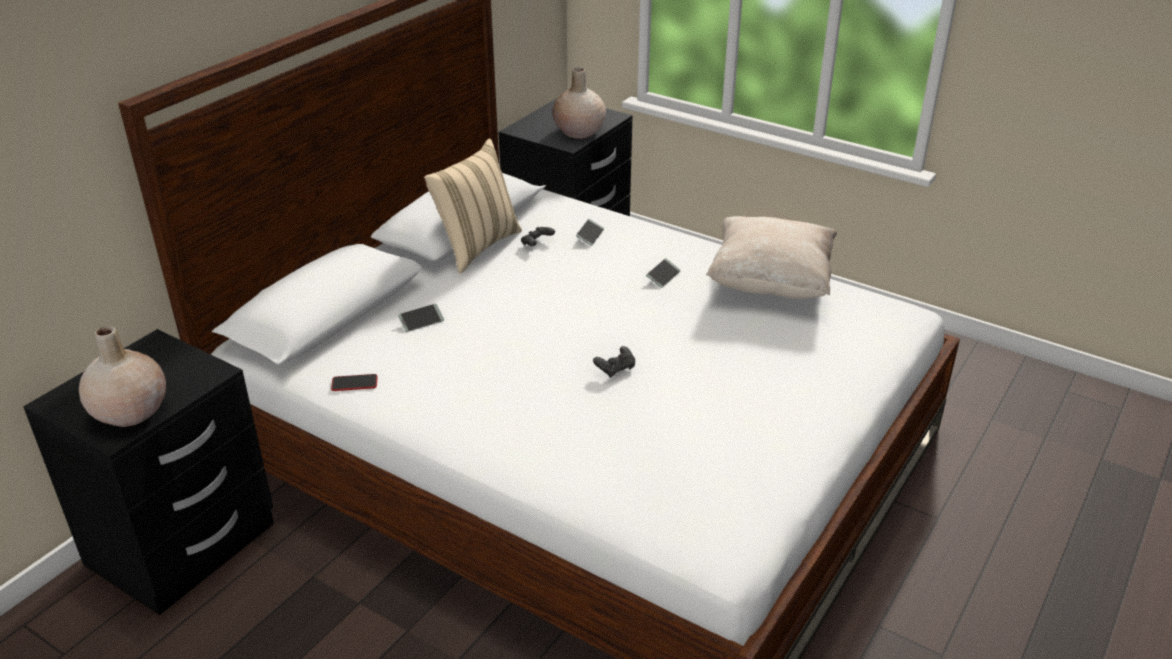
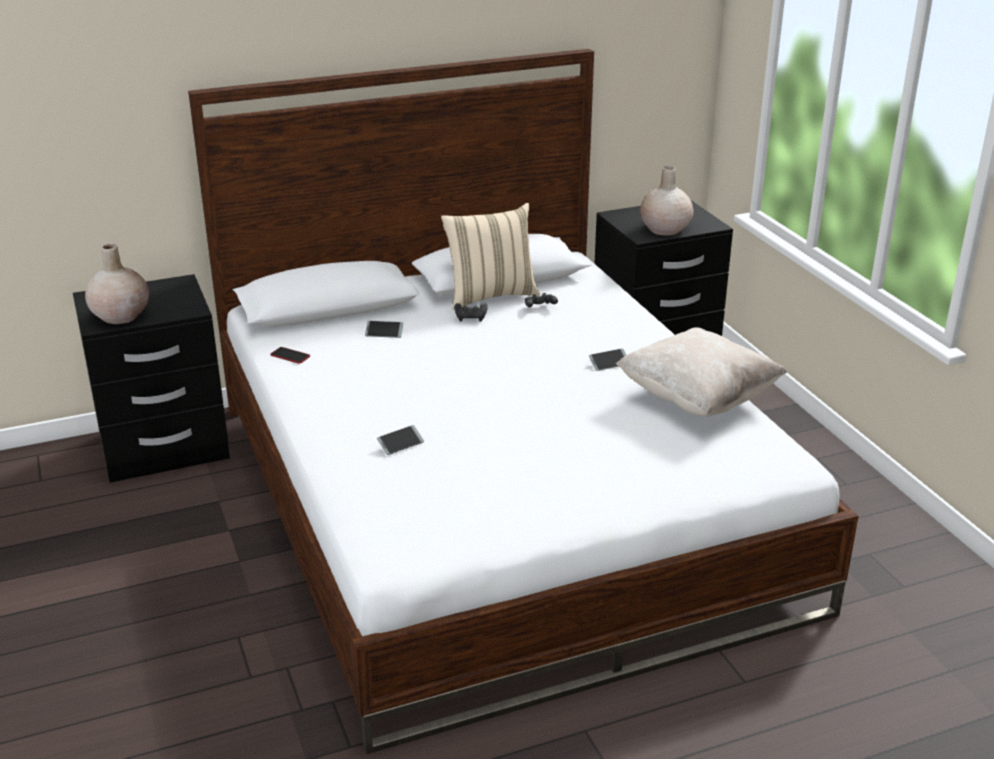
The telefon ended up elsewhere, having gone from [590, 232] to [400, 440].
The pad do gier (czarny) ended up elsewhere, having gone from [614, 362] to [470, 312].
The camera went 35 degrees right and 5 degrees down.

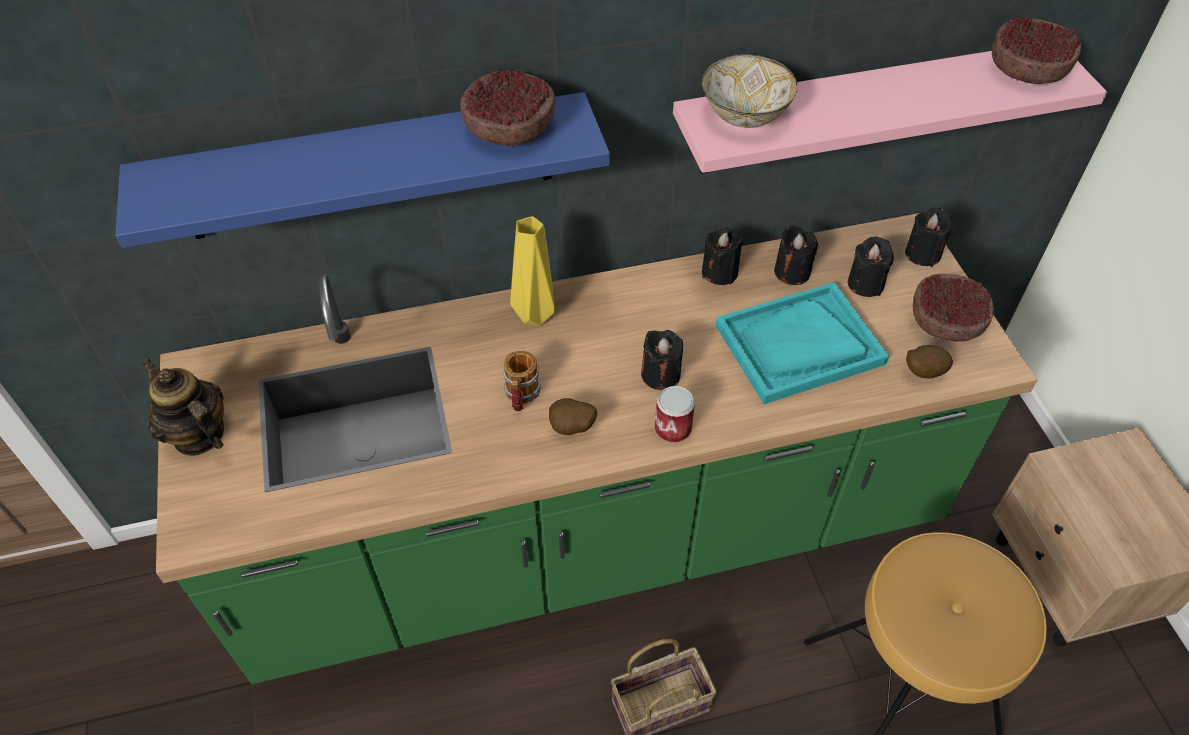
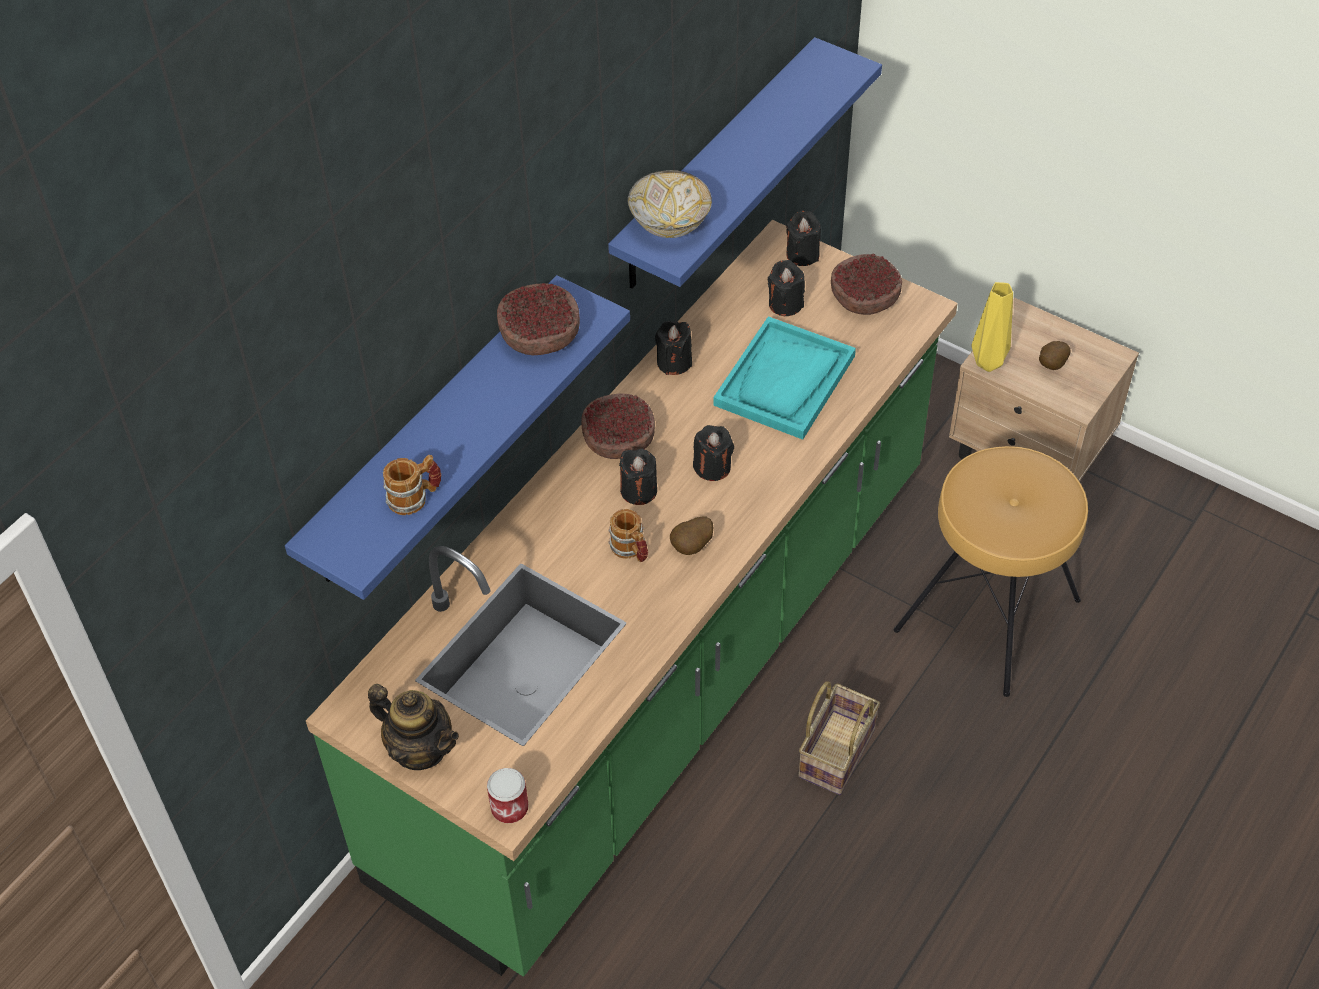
The second view gained the kubek at [412, 485].
The wazon (żółty) ended up elsewhere, having gone from [532, 271] to [992, 327].
The puszka ended up elsewhere, having gone from [675, 414] to [508, 795].
The świeca (czarny) ended up elsewhere, having gone from [796, 255] to [638, 477].
The ziemniak ended up elsewhere, having gone from [929, 361] to [1055, 355].
The miska ended up elsewhere, having gone from [1036, 50] to [618, 426].
What was the półka (różowy) at [890, 112] turned into the półka (niebieski) at [745, 163].
The imbryk at [183, 407] ended up facing another way, 150 degrees counterclockwise from before.
The camera went 40 degrees left and 0 degrees up.

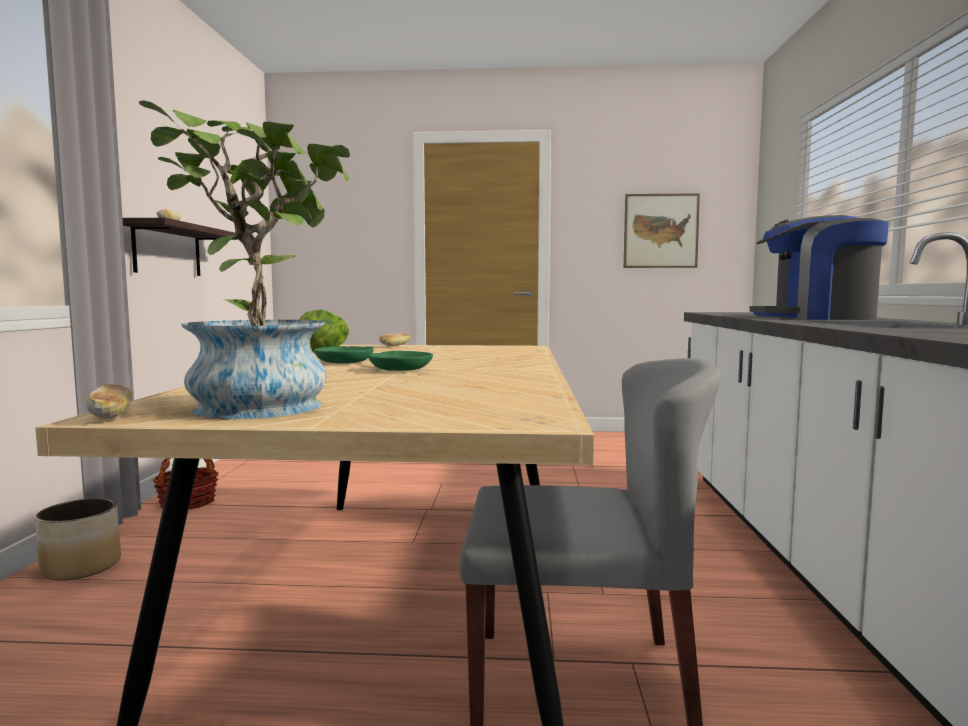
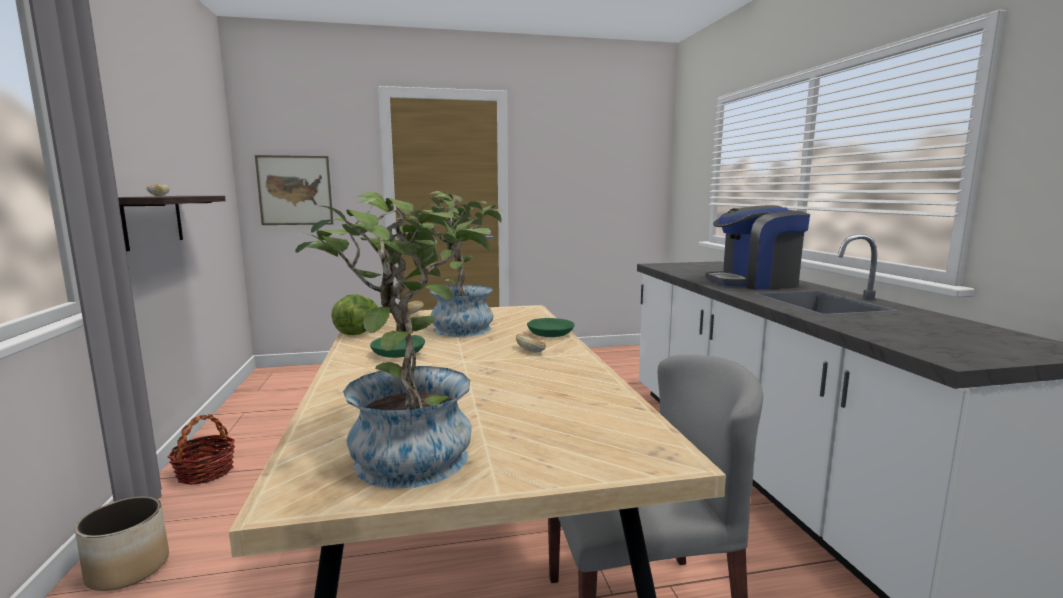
The second view gained the roślina doniczkowa at [455, 264].
The chleb ended up elsewhere, having gone from [109, 401] to [531, 343].
The miska (zielony) ended up elsewhere, having gone from [400, 361] to [551, 327].
The obraz ended up elsewhere, having gone from [662, 230] to [294, 190].
The camera went 15 degrees left and 5 degrees up.

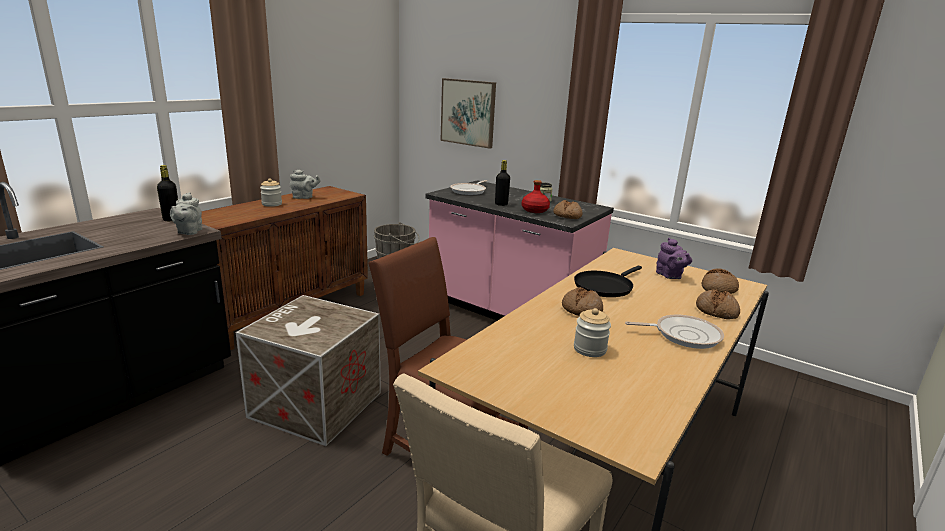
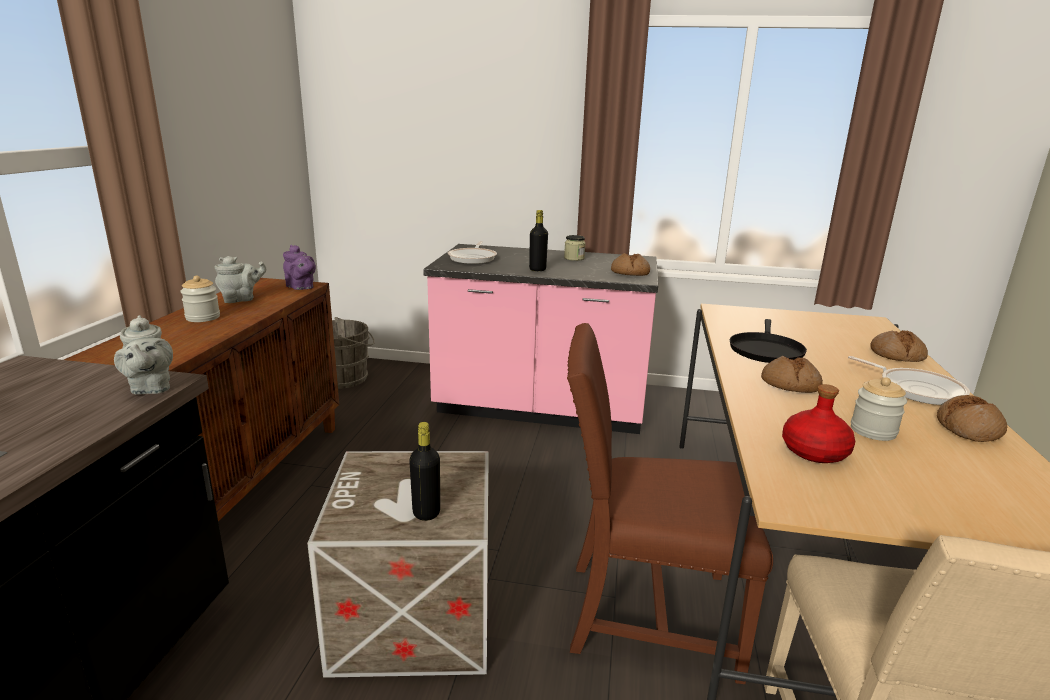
The second view lost the obraz at [468, 113].
The butelka (czarny) ended up elsewhere, having gone from [167, 193] to [424, 471].
The butelka (czerwony) ended up elsewhere, having gone from [536, 196] to [818, 423].
The imbryk (fioletowy) ended up elsewhere, having gone from [674, 258] to [299, 267].
The chleb ended up elsewhere, having gone from [720, 281] to [972, 418].
The patelnia at [674, 332] ended up facing another way, 75 degrees clockwise from before.
The camera went 25 degrees left and 0 degrees up.

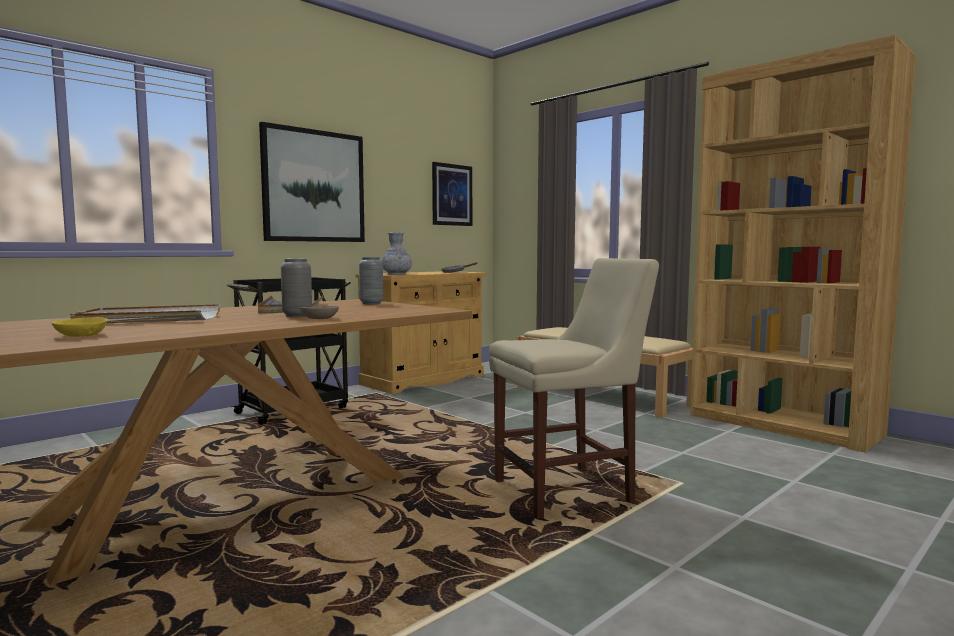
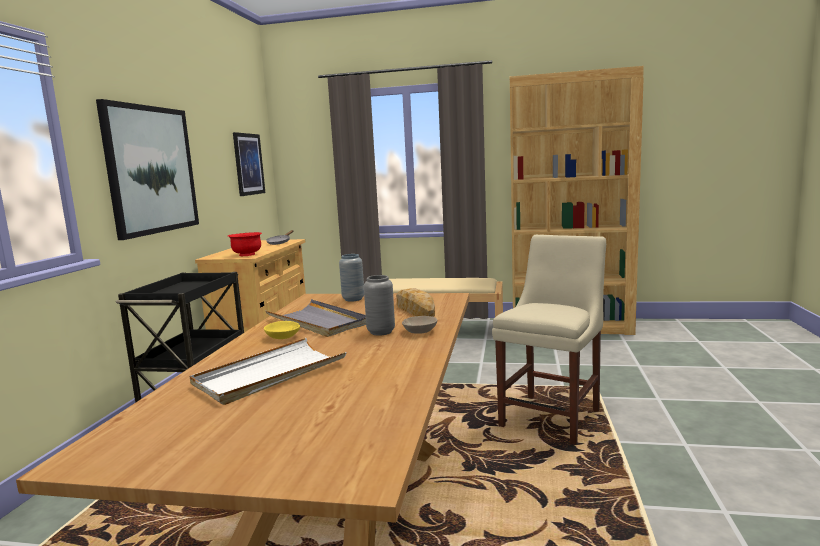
The second view gained the chleb at [415, 302].
The miska (żółty) ended up elsewhere, having gone from [79, 327] to [282, 330].
Where the wazon stood at [396, 253], the miska (czerwony) came to stand at [245, 244].
The camera went 35 degrees left and 5 degrees up.

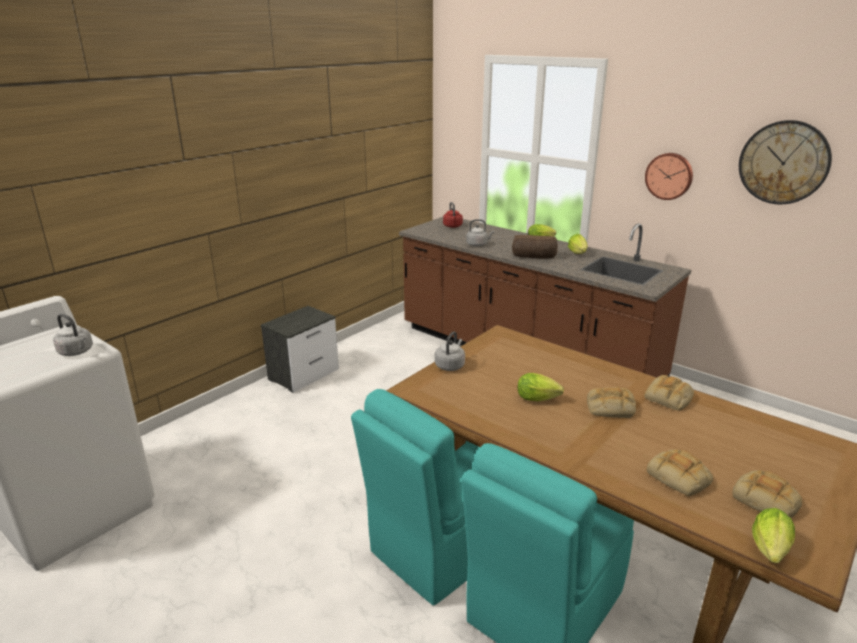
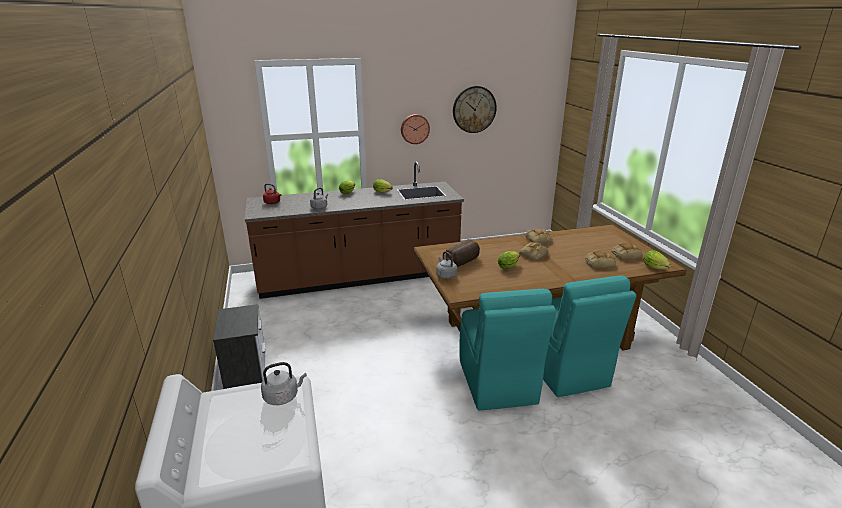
The chleb ended up elsewhere, having gone from [535, 247] to [462, 253].
The camera went 55 degrees left and 0 degrees up.

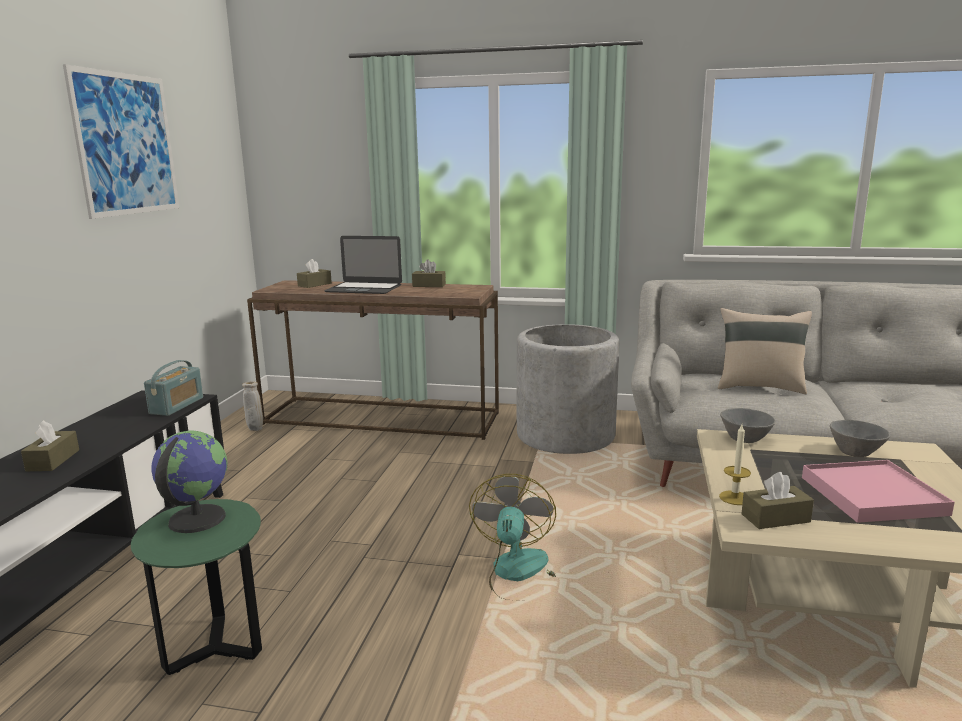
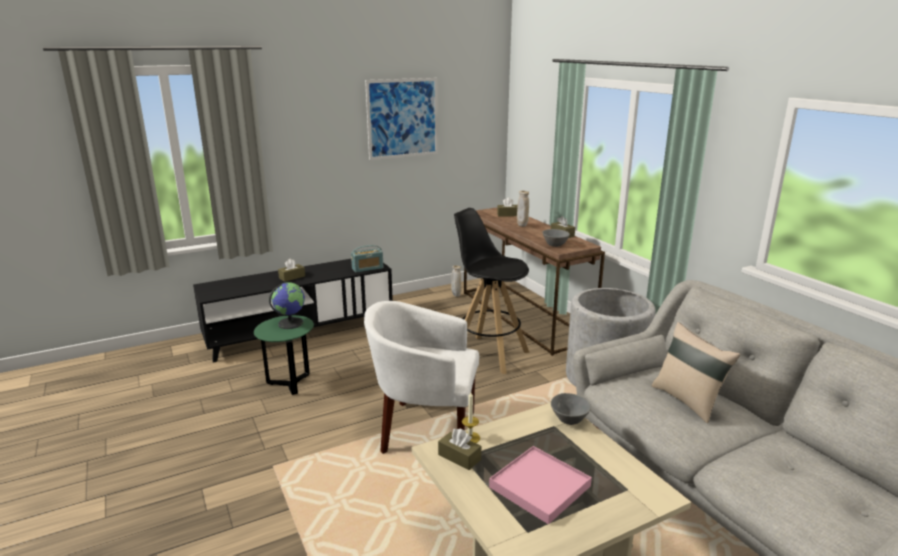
The second view gained the stołek (czarny) at [492, 291].
The miska (szary) ended up elsewhere, having gone from [860, 438] to [556, 238].
Where the laptop stood at [363, 265], the wazon (beżowy) came to stand at [523, 209].
Where the wentylator stood at [512, 537], the fotel (biały) came to stand at [421, 377].
The camera went 50 degrees right and 5 degrees up.

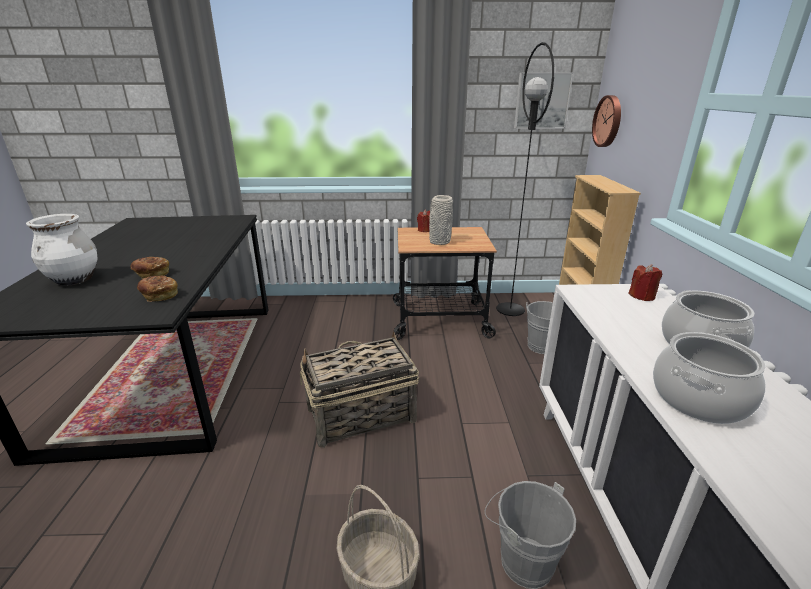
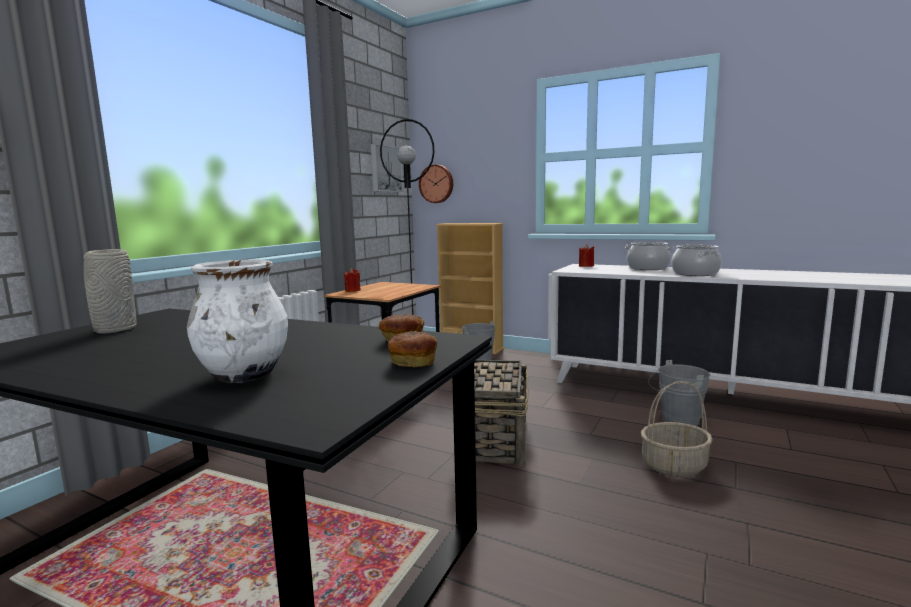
The chleb ended up elsewhere, having gone from [149, 268] to [412, 349].
The wazon (szary) ended up elsewhere, having gone from [441, 220] to [110, 291].
The camera went 60 degrees left and 15 degrees down.

